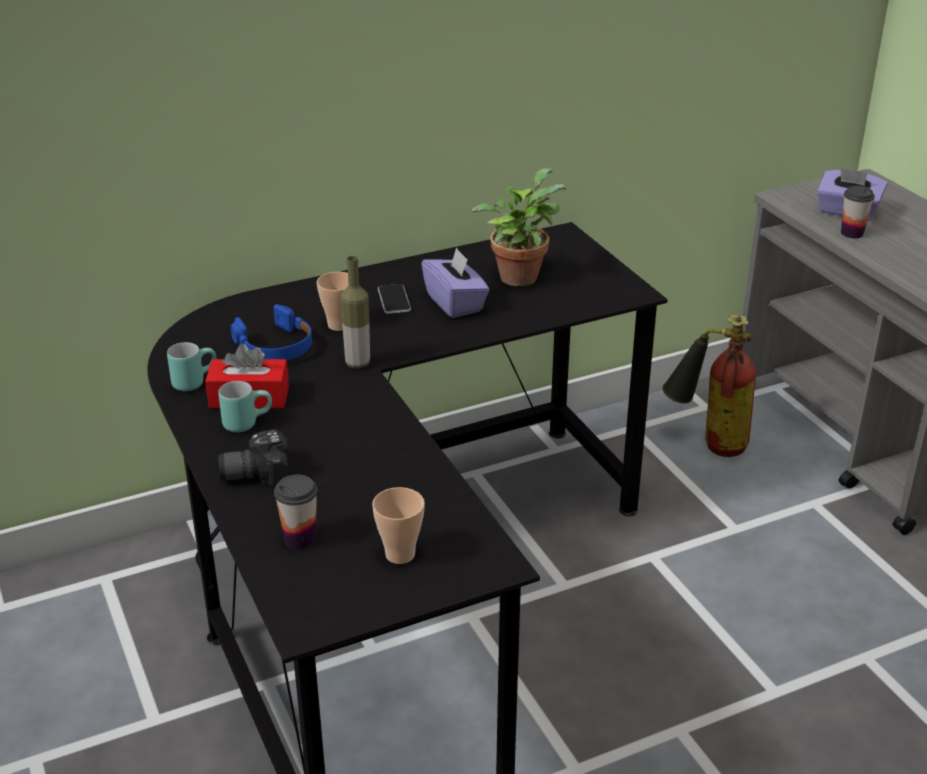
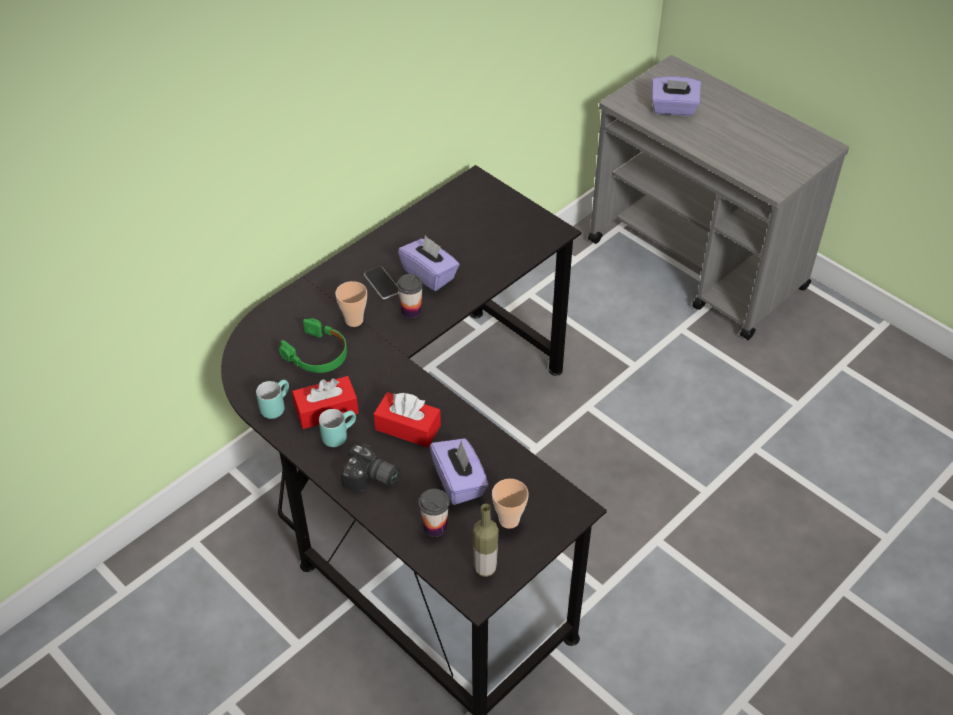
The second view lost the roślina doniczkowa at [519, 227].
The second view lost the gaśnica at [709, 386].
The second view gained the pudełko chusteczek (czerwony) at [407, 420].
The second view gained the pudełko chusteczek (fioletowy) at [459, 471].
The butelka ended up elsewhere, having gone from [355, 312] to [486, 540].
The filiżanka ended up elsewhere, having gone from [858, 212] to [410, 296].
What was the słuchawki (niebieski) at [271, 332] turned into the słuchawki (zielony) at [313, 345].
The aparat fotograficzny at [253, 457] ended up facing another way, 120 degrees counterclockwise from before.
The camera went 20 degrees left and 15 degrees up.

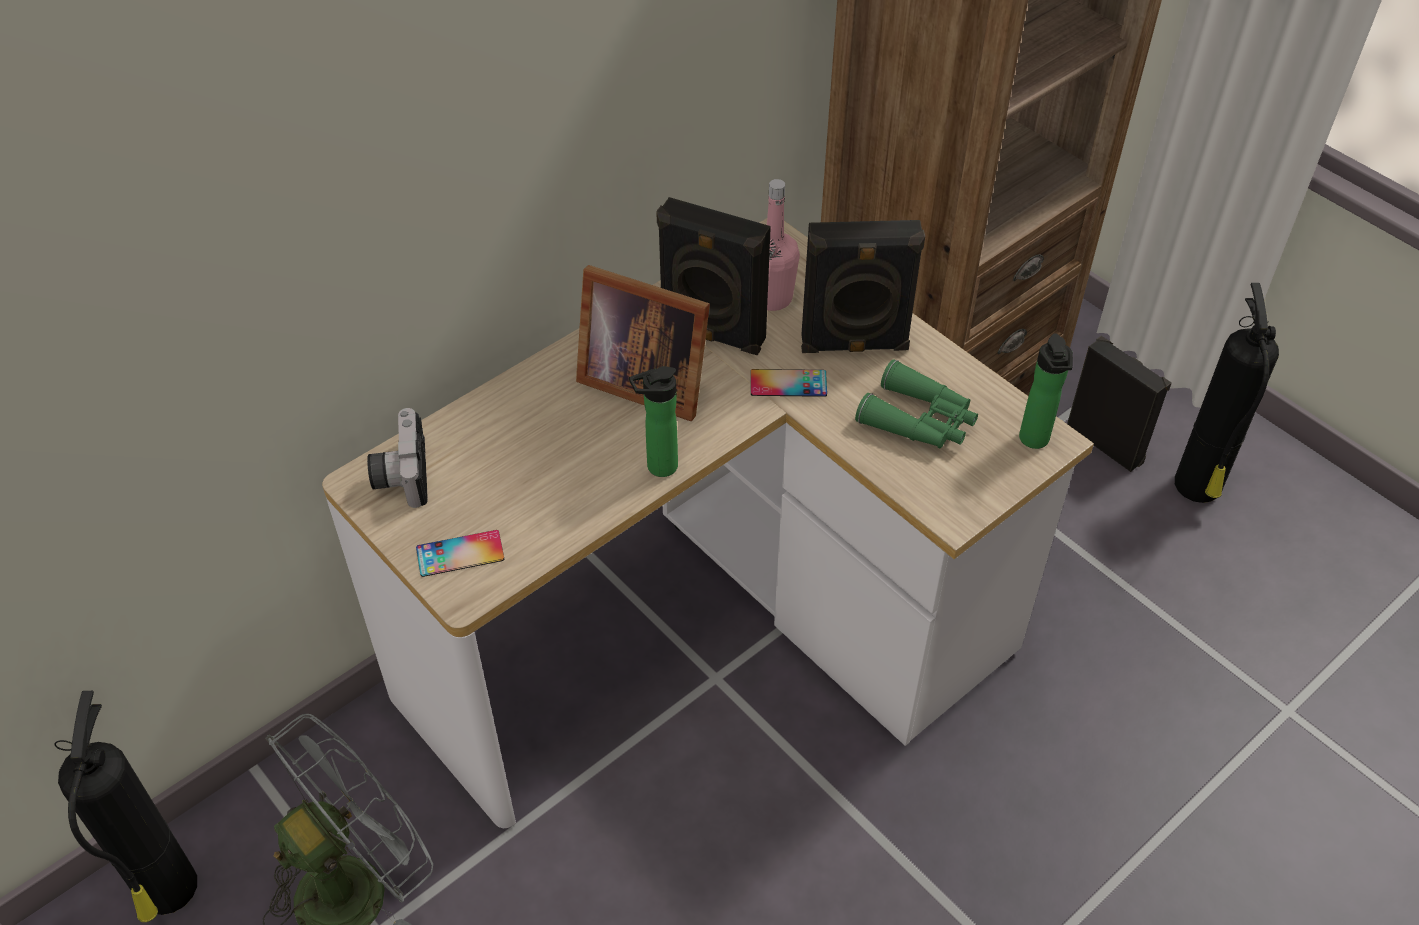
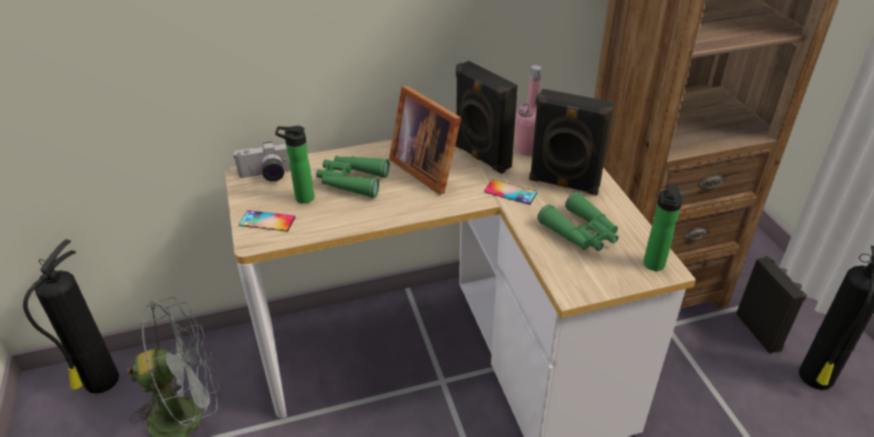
The second view gained the lornetka (zielony) at [353, 177].
The butelka ended up elsewhere, having gone from [653, 421] to [294, 165].
The aparat fotograficzny at [397, 458] ended up facing another way, 120 degrees counterclockwise from before.
The camera went 25 degrees right and 10 degrees down.

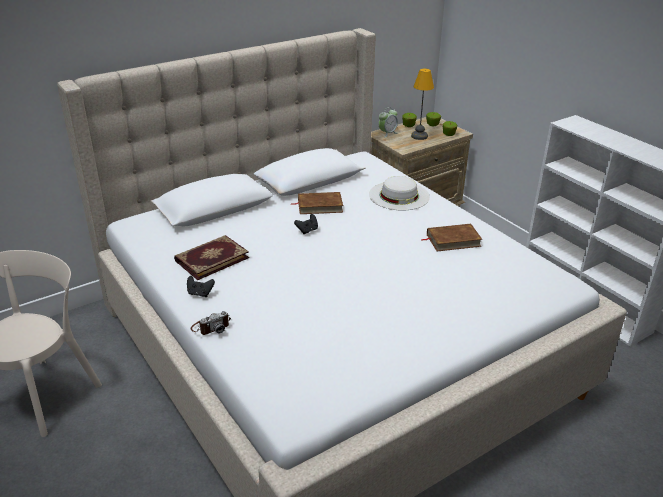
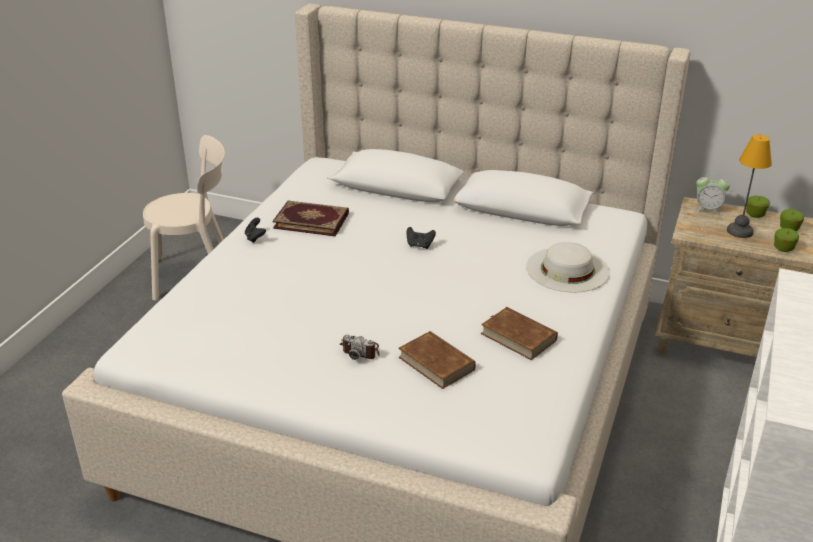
The aparat fotograficzny ended up elsewhere, having gone from [211, 323] to [359, 347].
The książka (brązowy) ended up elsewhere, having gone from [317, 203] to [437, 360].
The camera went 55 degrees right and 0 degrees up.

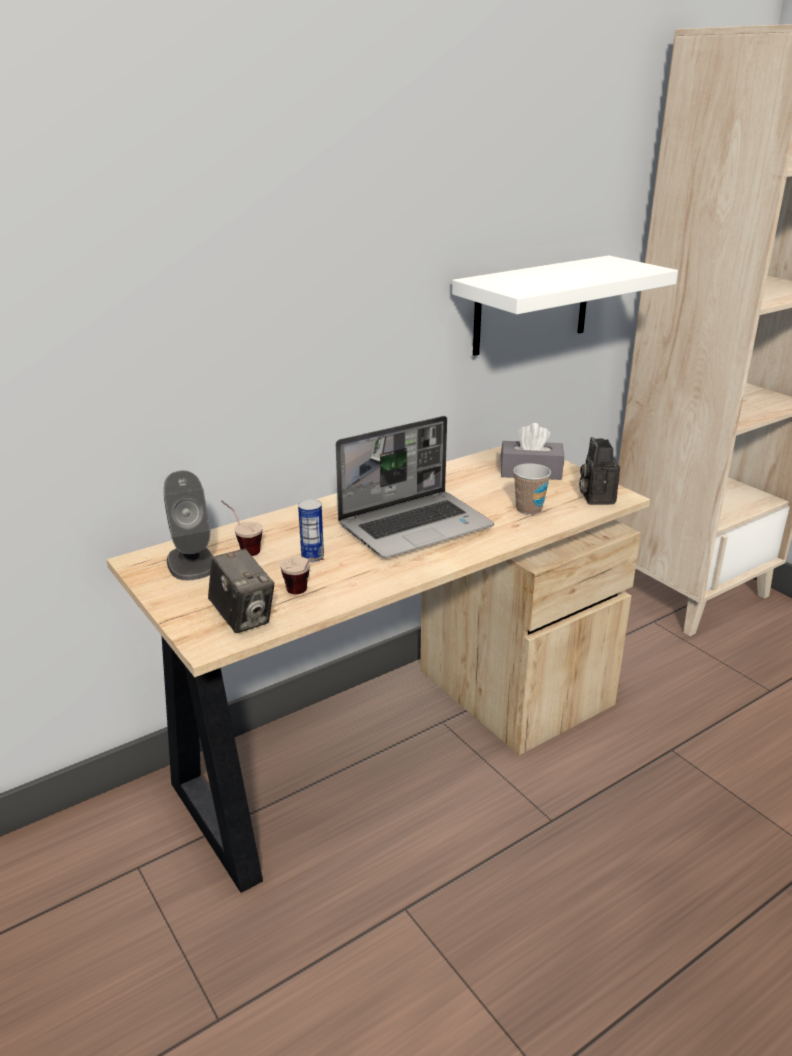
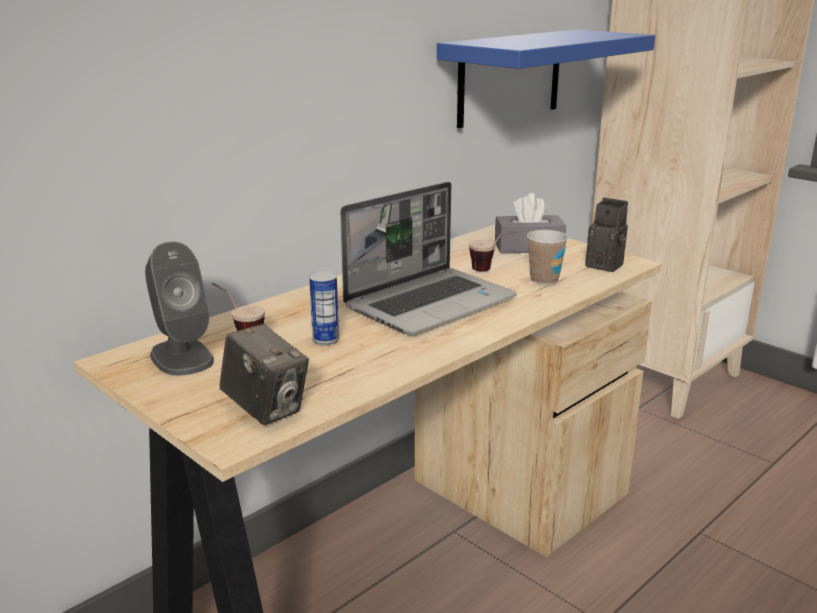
The filiżanka ended up elsewhere, having gone from [302, 575] to [493, 251].
What was the półka (biały) at [565, 305] turned into the półka (niebieski) at [546, 78].
The aparat fotograficzny at [599, 471] ended up facing another way, 135 degrees clockwise from before.
The camera went 10 degrees left and 5 degrees down.

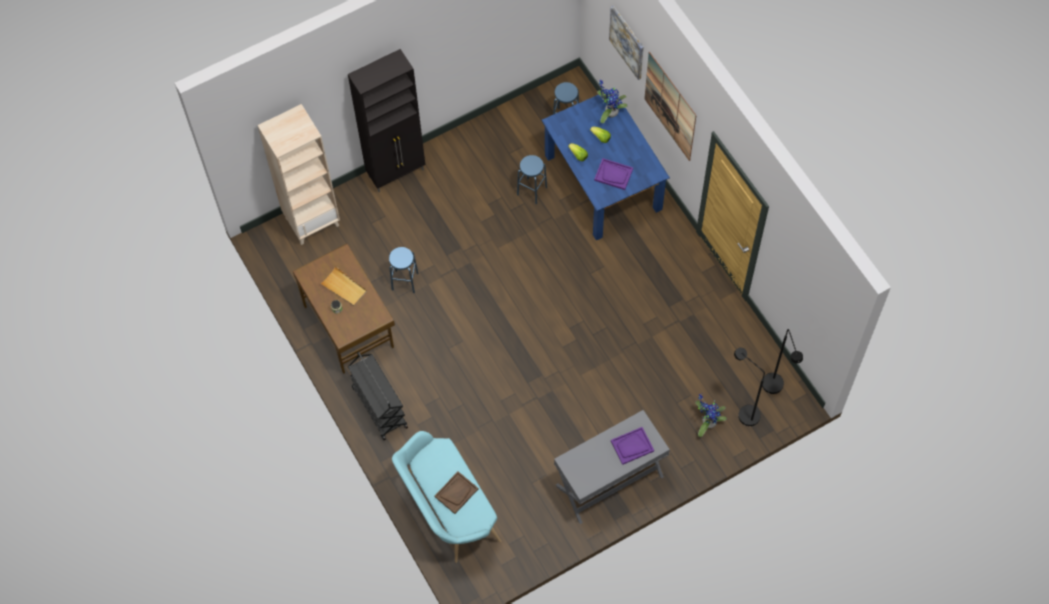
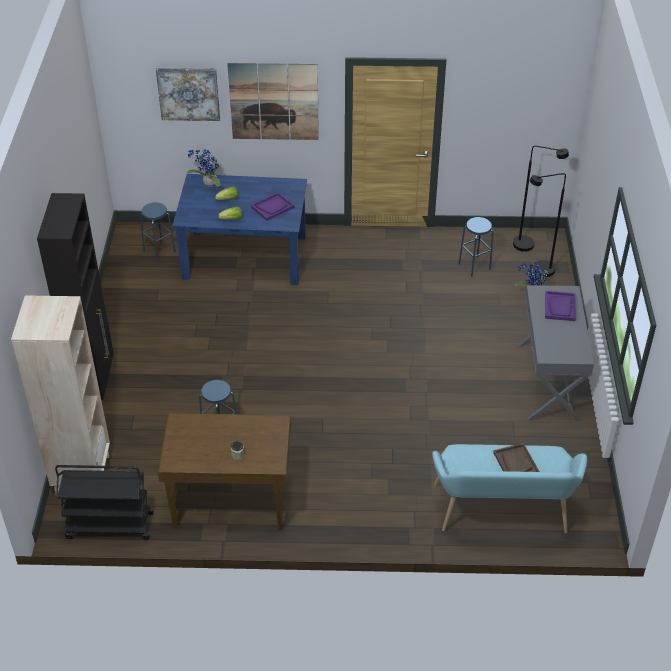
The second view lost the taca (beżowy) at [343, 286].
The wózek (czarny) ended up elsewhere, having gone from [378, 396] to [104, 502].
The stołek (niebieski) ended up elsewhere, having gone from [532, 179] to [476, 247].
The camera went 60 degrees left and 20 degrees down.

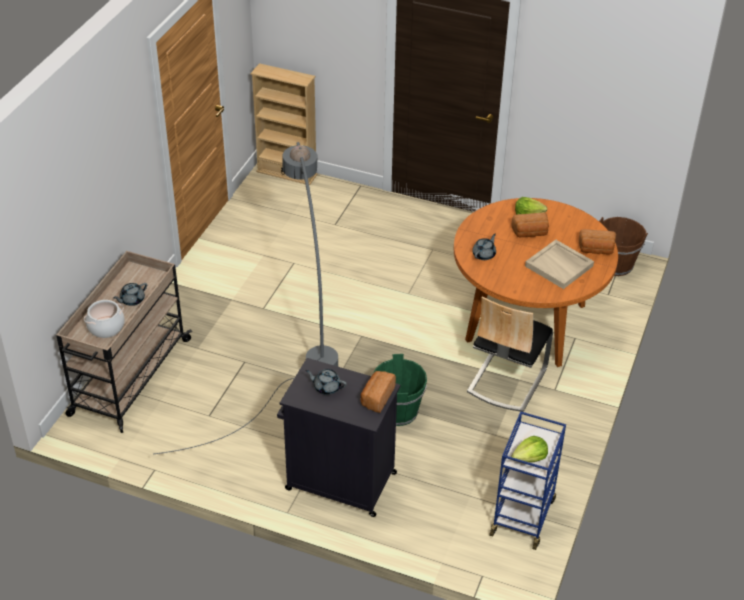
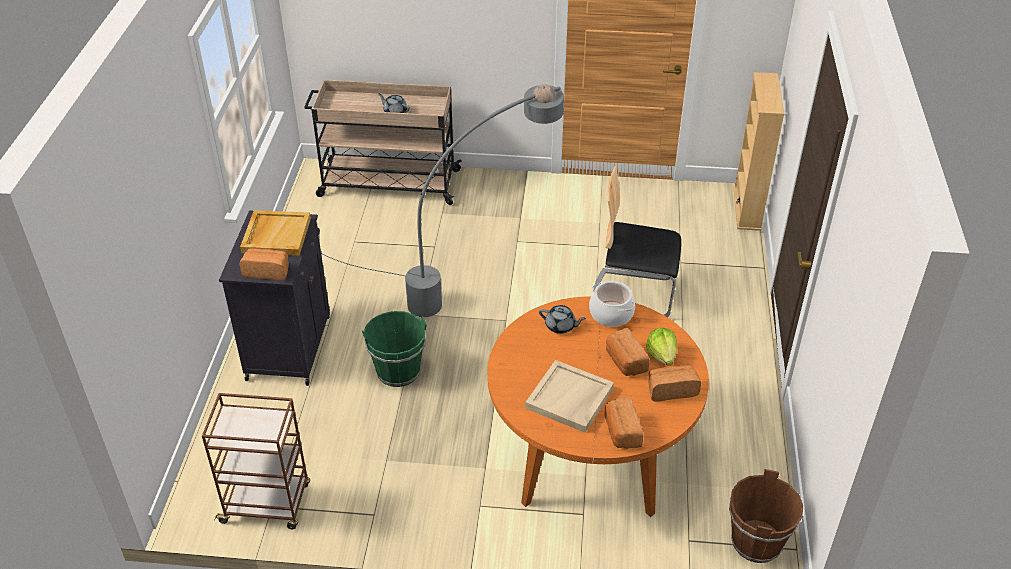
The second view lost the sałata at [529, 449].
The second view gained the chleb at [674, 383].
The garnek ended up elsewhere, having gone from [104, 319] to [612, 304].
The krzesło ended up elsewhere, having gone from [510, 354] to [637, 241].
Where the imbryk (szary) stood at [326, 382], the taca (beżowy) came to stand at [275, 233].
What was the wózek (niebieski) at [527, 480] turned into the wózek (brązowy) at [256, 461].
The camera went 75 degrees right and 0 degrees up.

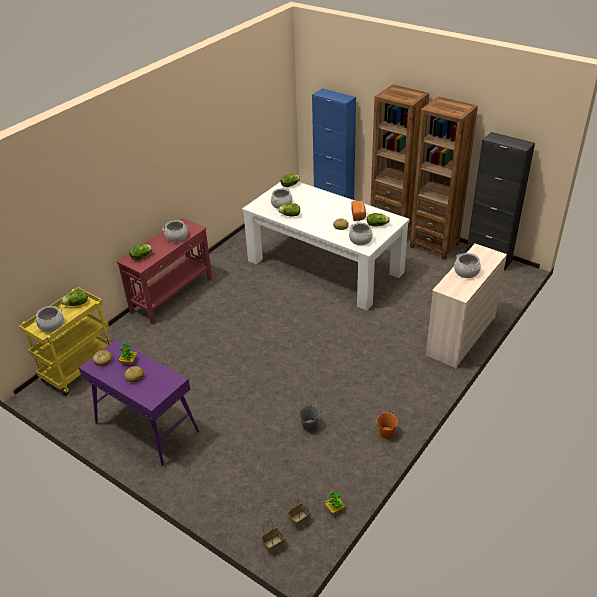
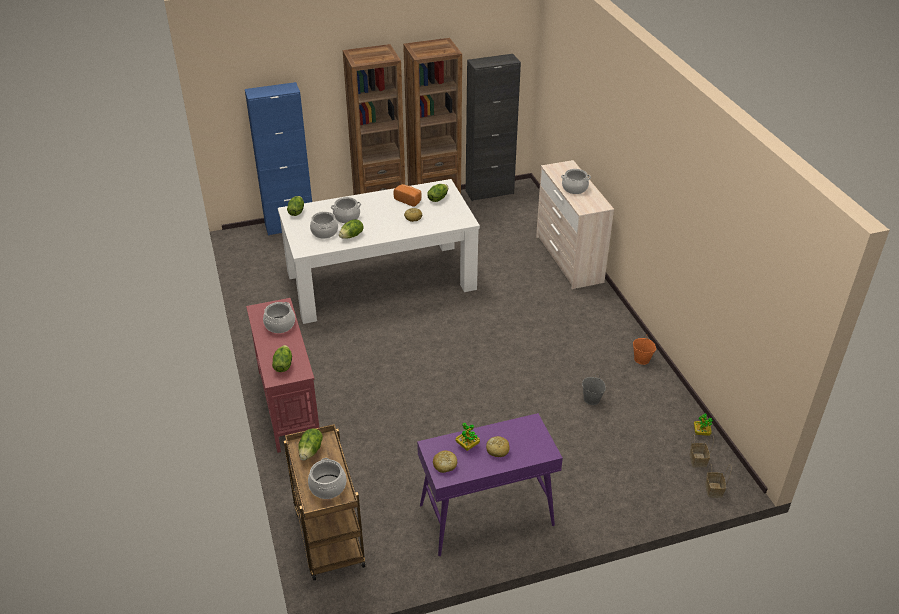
The garnek ended up elsewhere, having gone from [361, 234] to [346, 210].
What was the wózek (żółty) at [65, 341] turned into the wózek (brązowy) at [325, 502].
The camera went 55 degrees left and 0 degrees up.

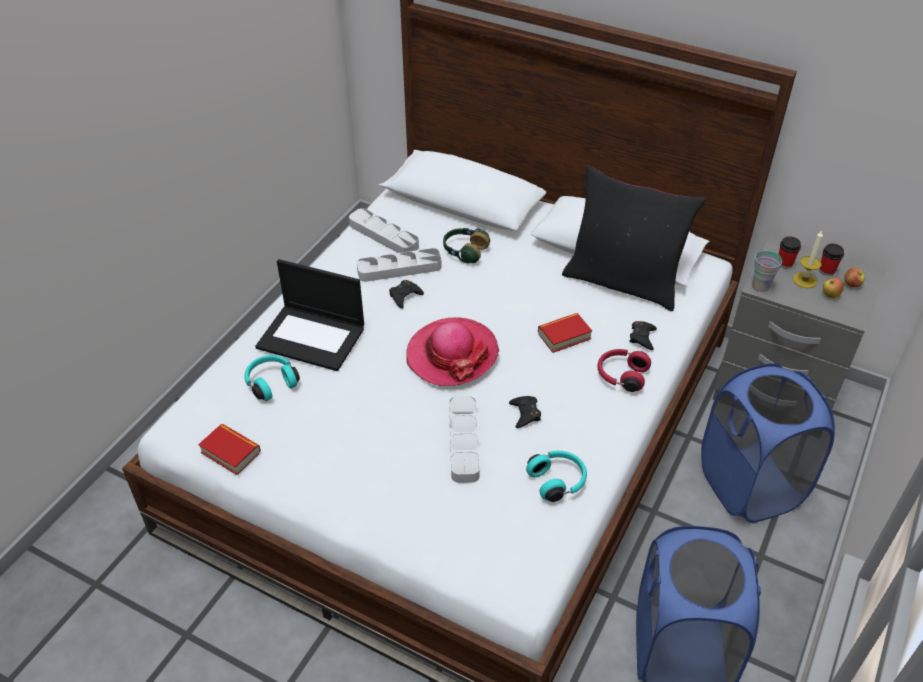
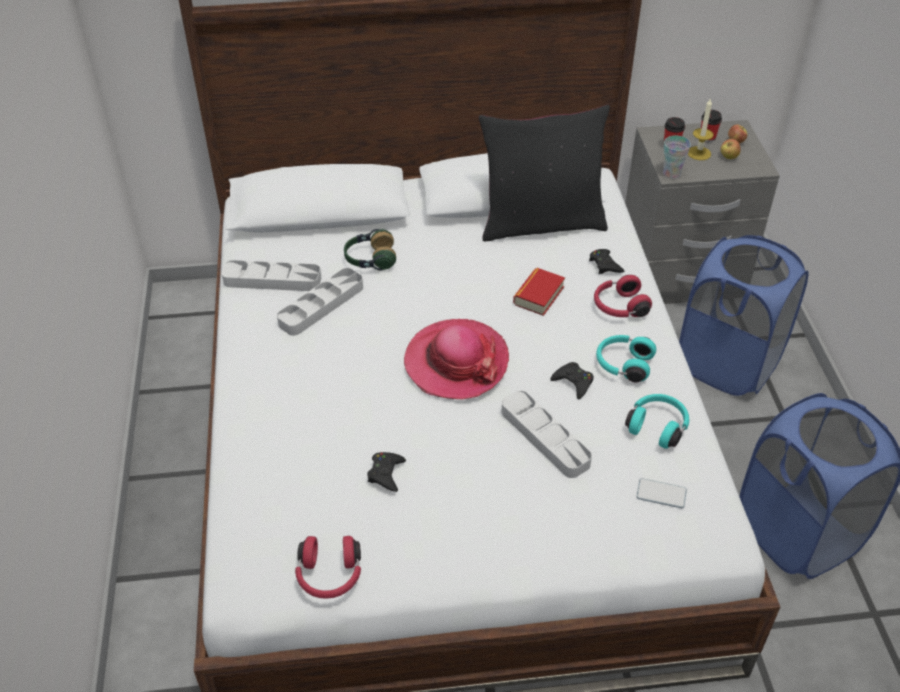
The second view lost the laptop at [309, 315].
The second view gained the telefon at [662, 493].
The słuchawki (turkusowy) ended up elsewhere, having gone from [272, 378] to [626, 358].
The pad do gier (czarny) ended up elsewhere, having gone from [406, 294] to [386, 472].
Where the książka stood at [229, 449], the słuchawki (czerwony) came to stand at [328, 567].
The camera went 35 degrees left and 0 degrees up.

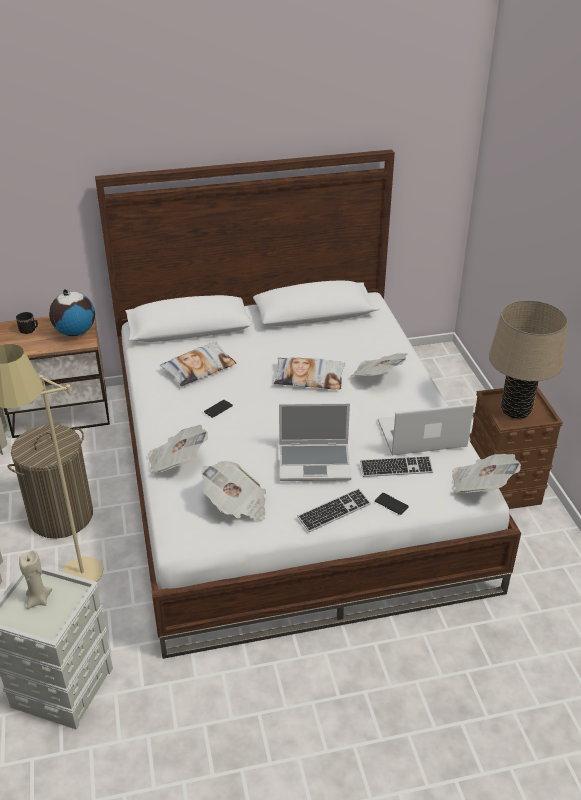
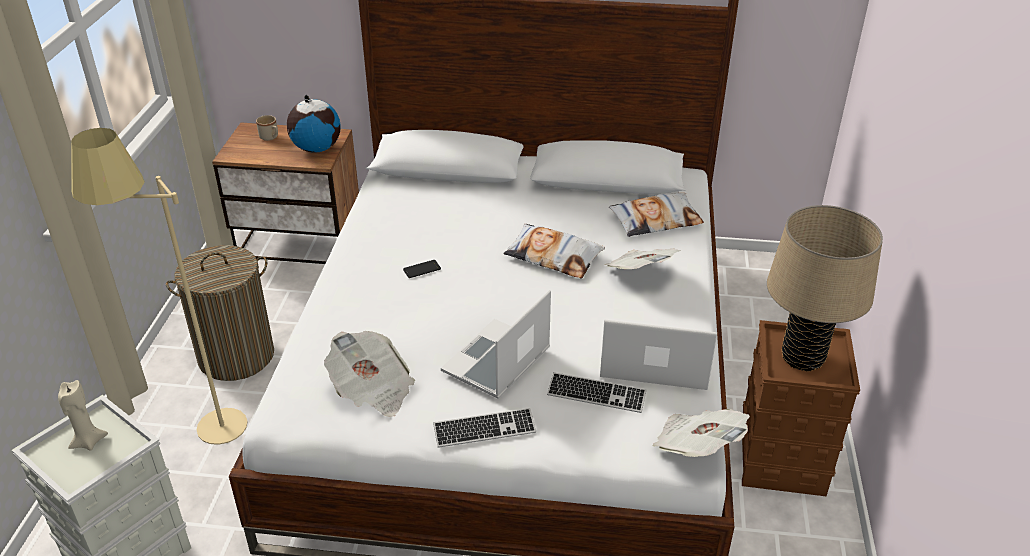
The second view lost the gazeta at [178, 449].
The second view lost the telefon at [392, 504].
The poduszka ended up elsewhere, having gone from [198, 364] to [656, 215].
What was the kubek (czarny) at [27, 323] turned into the kubek (beżowy) at [267, 128].
The laptop at [315, 442] ended up facing another way, 105 degrees clockwise from before.
The camera went 20 degrees right and 0 degrees up.

